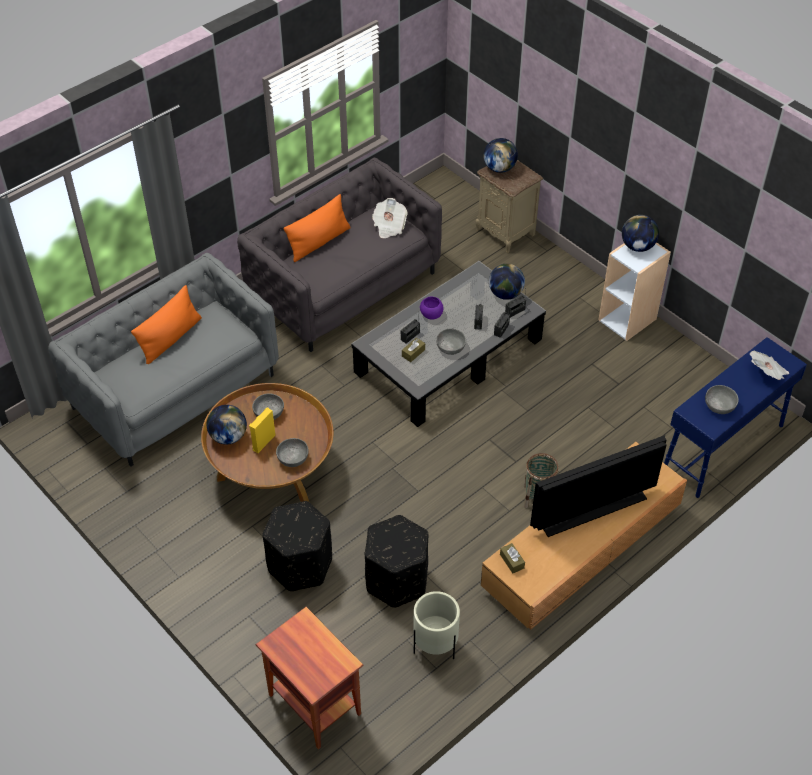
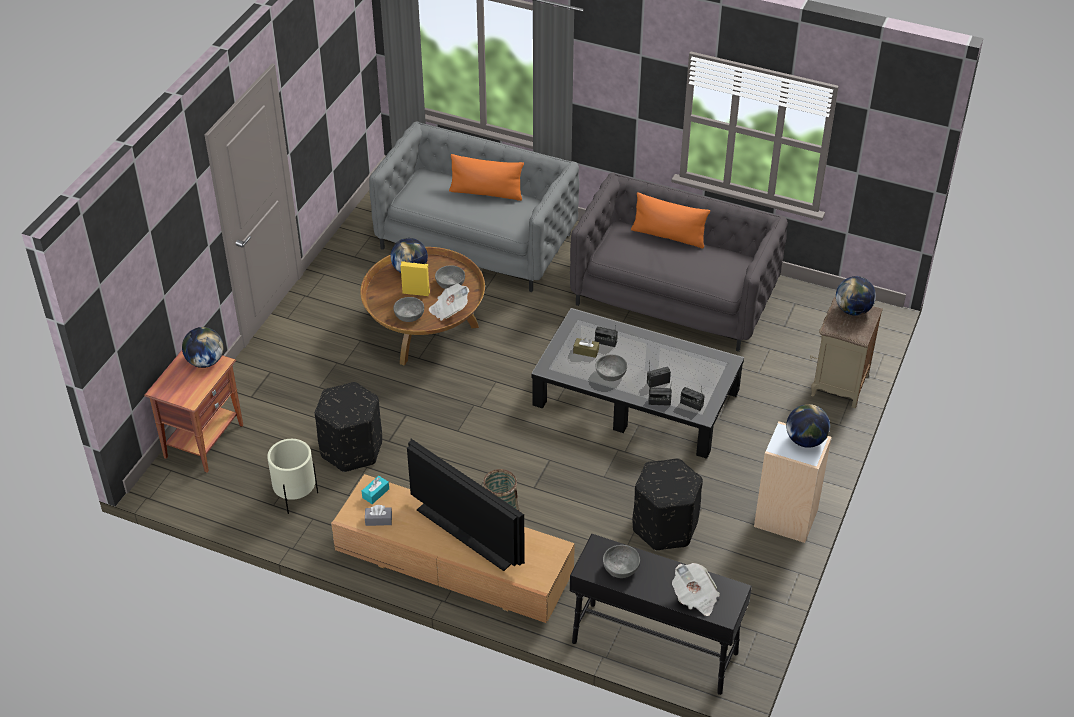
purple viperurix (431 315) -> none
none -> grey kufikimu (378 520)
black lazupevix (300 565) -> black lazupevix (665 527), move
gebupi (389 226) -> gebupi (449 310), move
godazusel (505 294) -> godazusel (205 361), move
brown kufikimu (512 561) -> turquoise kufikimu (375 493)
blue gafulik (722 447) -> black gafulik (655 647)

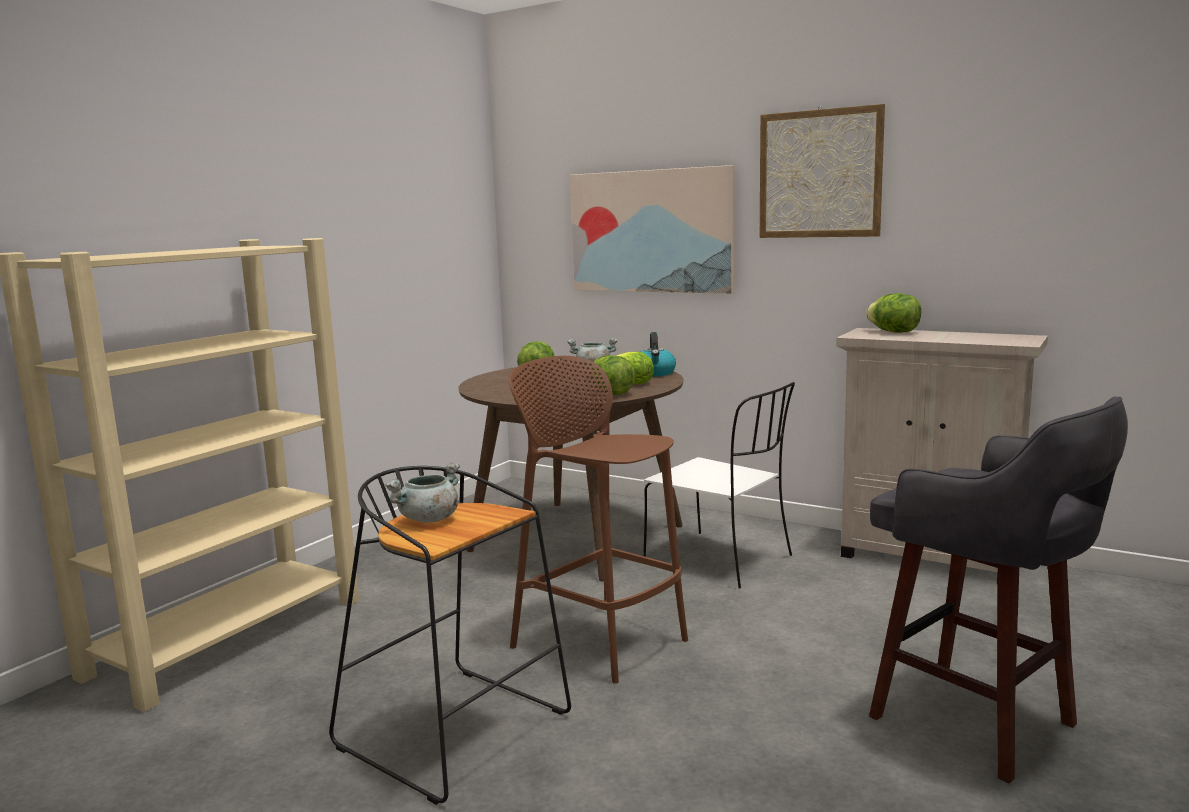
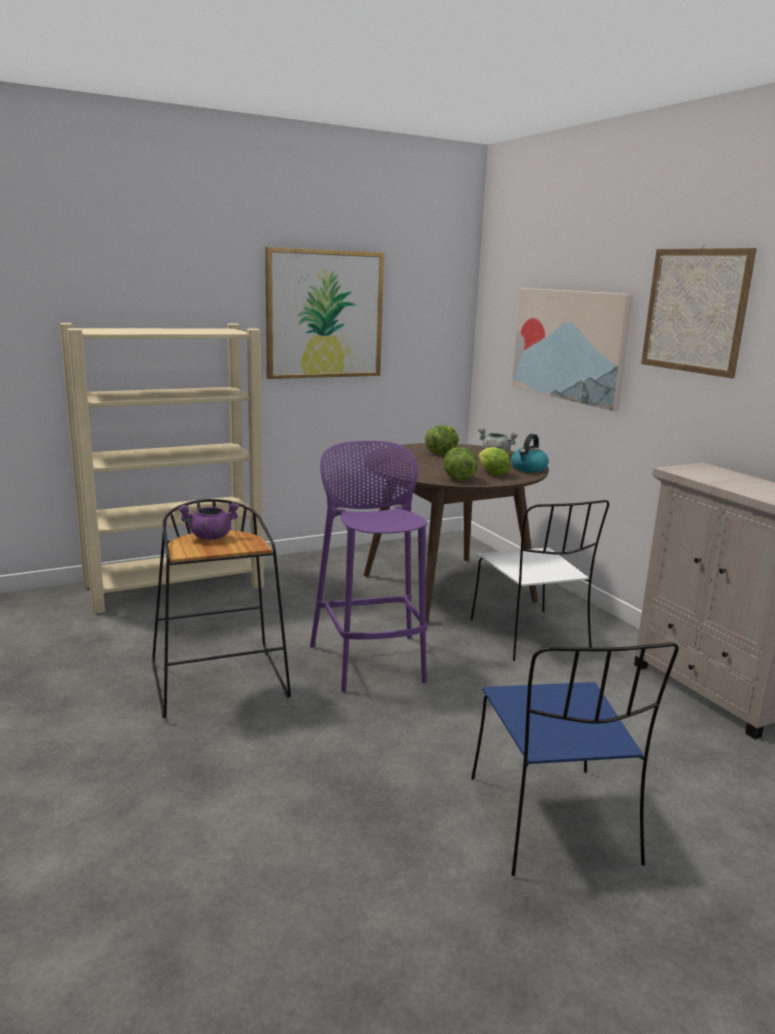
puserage (894 332) -> none
none -> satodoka (324 314)
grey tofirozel (980 725) -> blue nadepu (554 823)
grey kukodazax (429 519) -> purple kukodazax (210 537)
brown tofirozel (601 639) -> purple tofirozel (371 661)

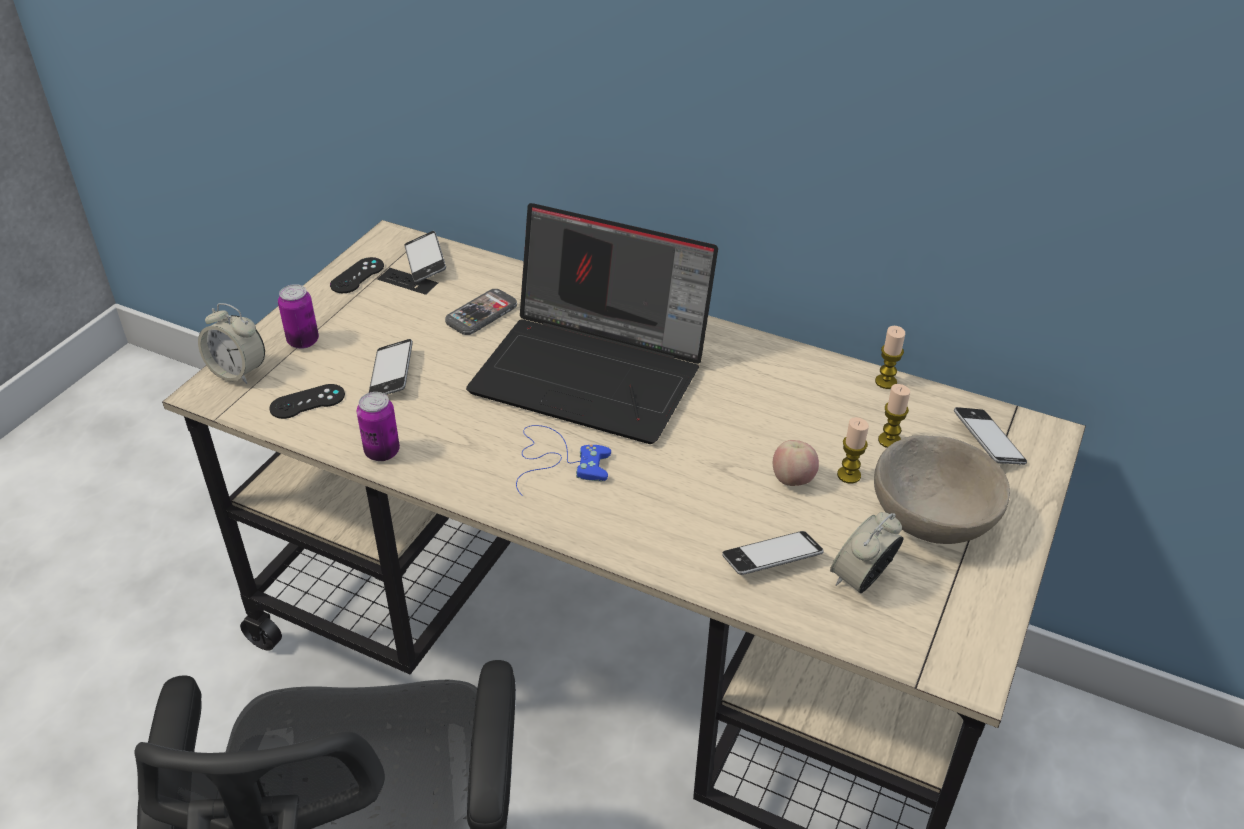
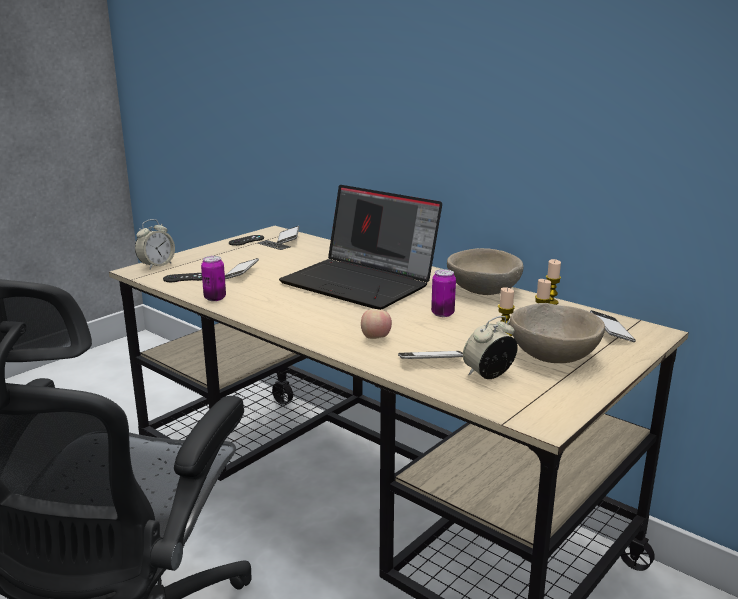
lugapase (481 314) -> none
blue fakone (557 459) -> none
none -> beige viperurix (482 291)
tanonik (303 341) -> tanonik (442 313), move
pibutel (792 480) -> pibutel (376 338), move
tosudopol (238 372) -> tosudopol (156 265), 90 degrees counterclockwise

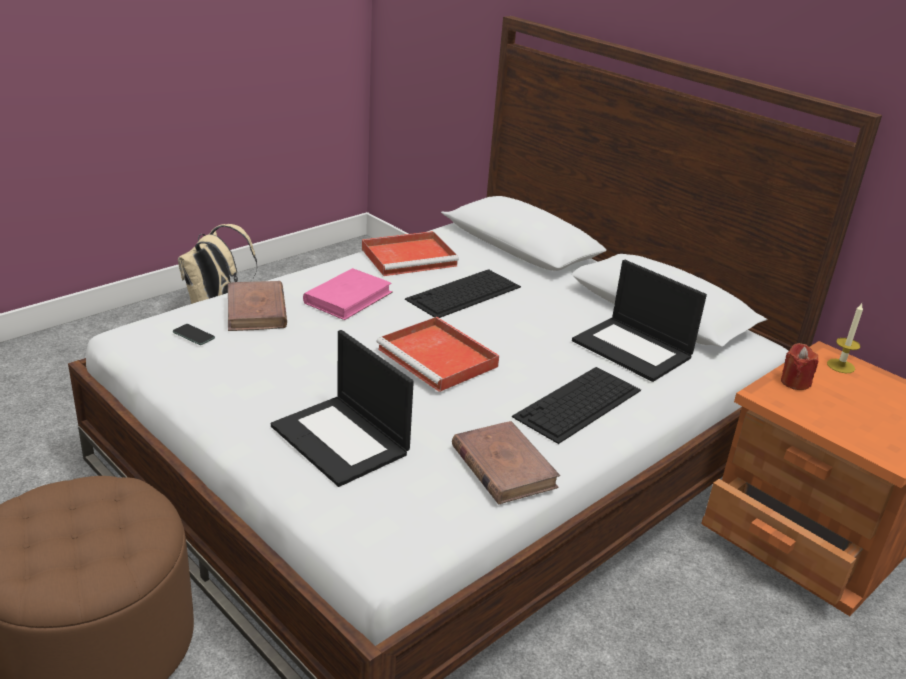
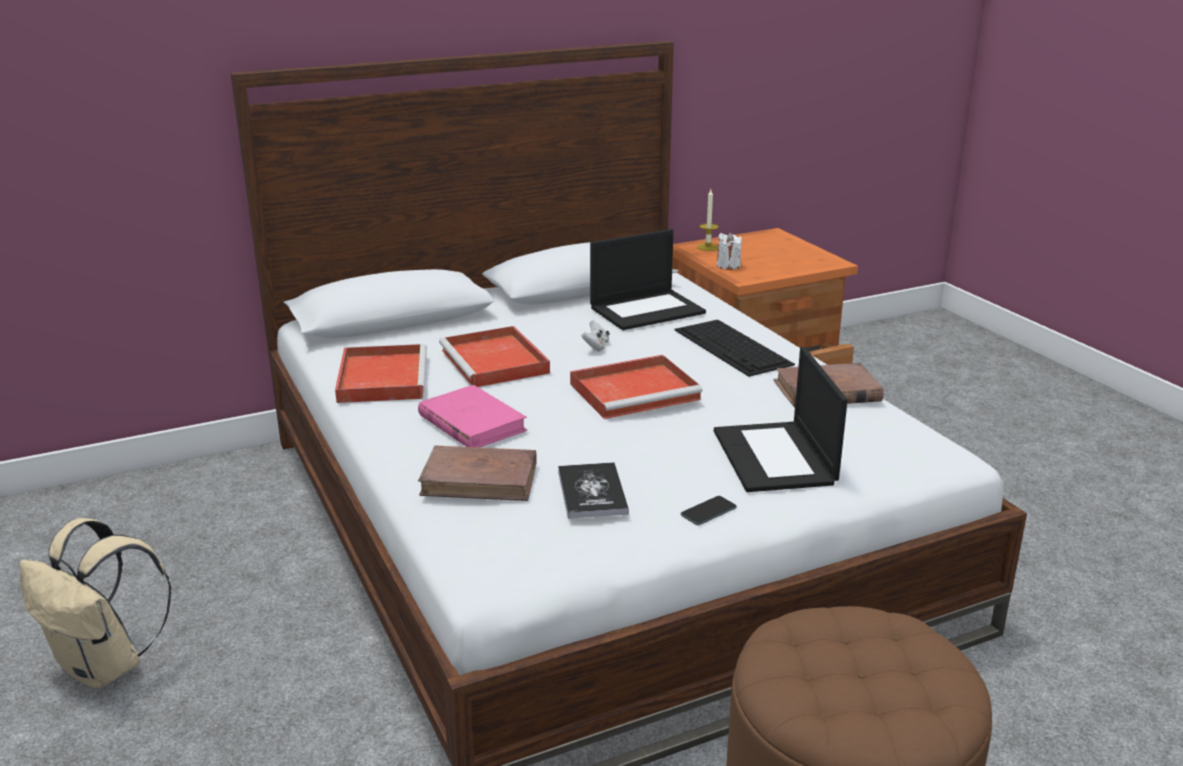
none -> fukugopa (592 492)
none -> white fakone (596 346)
lugapase (193 335) -> lugapase (708 511), move
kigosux (463 293) -> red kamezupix (496 362)
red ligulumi (795 382) -> white ligulumi (728 265)
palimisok (342 440) -> palimisok (775 458), 105 degrees clockwise

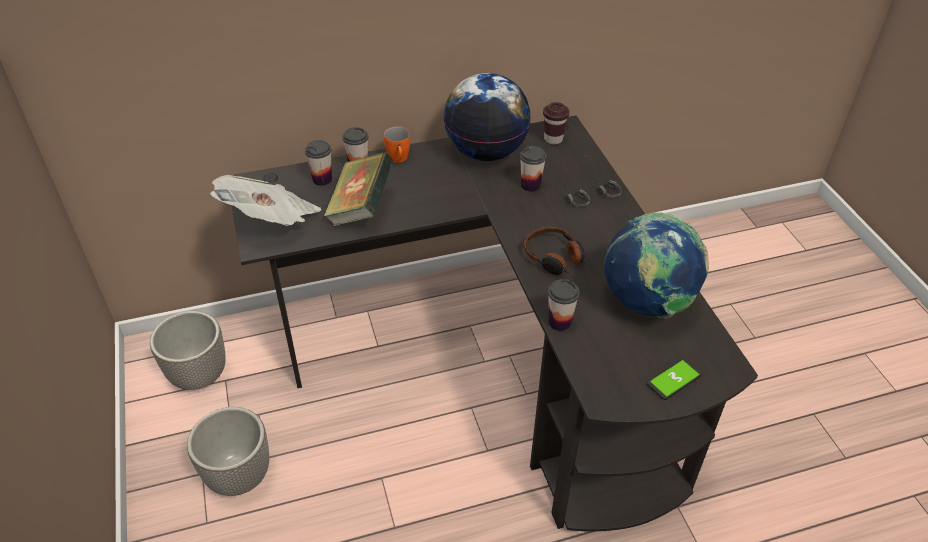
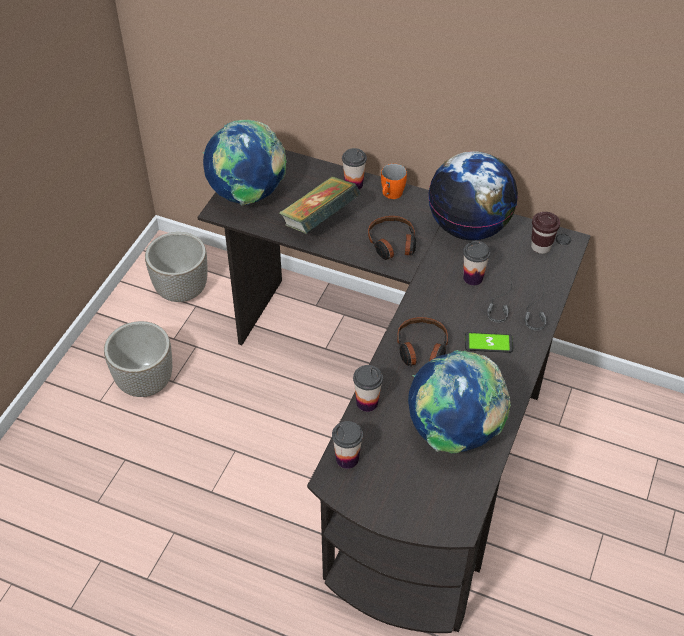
none -> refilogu (392 244)
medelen (322 179) -> medelen (347 459), move
lugapase (674 380) -> lugapase (488 343), move
gebupi (271 220) -> godazusel (248 195)

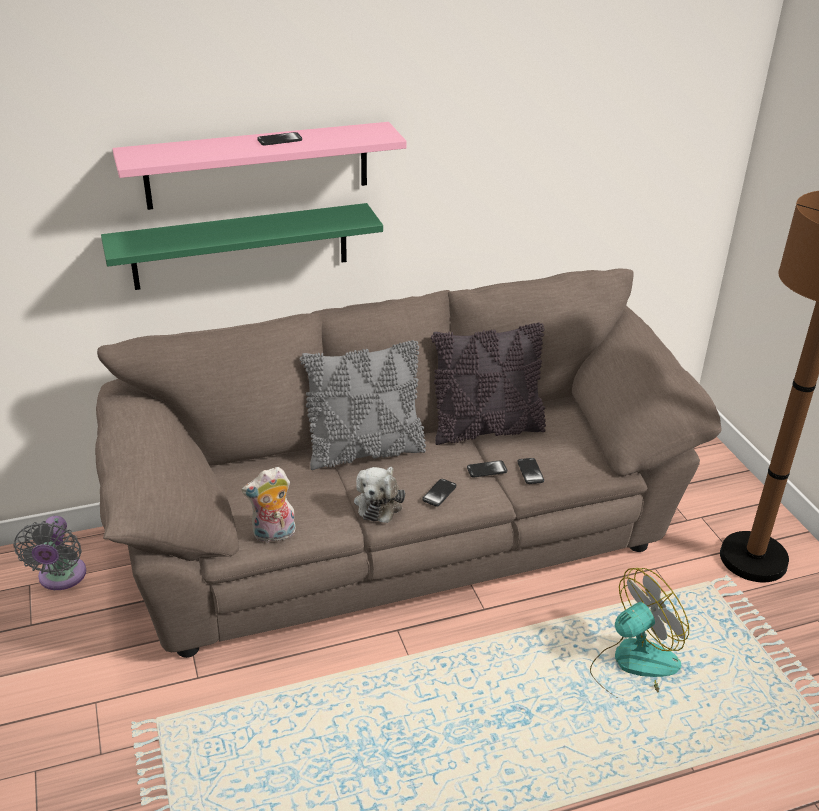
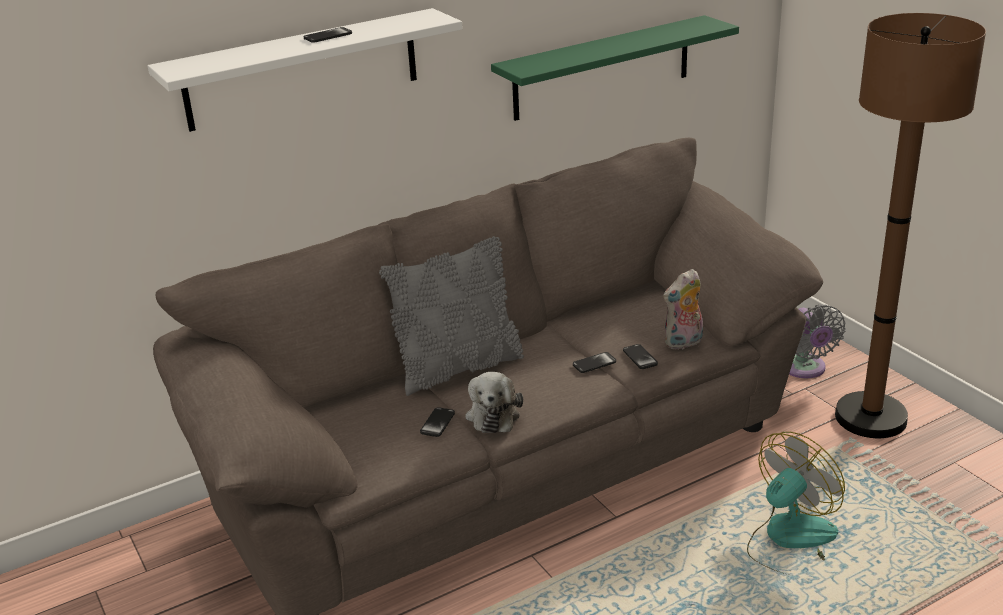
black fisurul (486 429) -> none
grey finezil (61 578) -> grey finezil (805 369), move
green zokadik (241 246) -> green zokadik (602 68), move
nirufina (273 535) -> nirufina (683 343), move
lugapase (439 493) -> lugapase (437 423), move
pink zokadik (258 165) -> white zokadik (302 69)

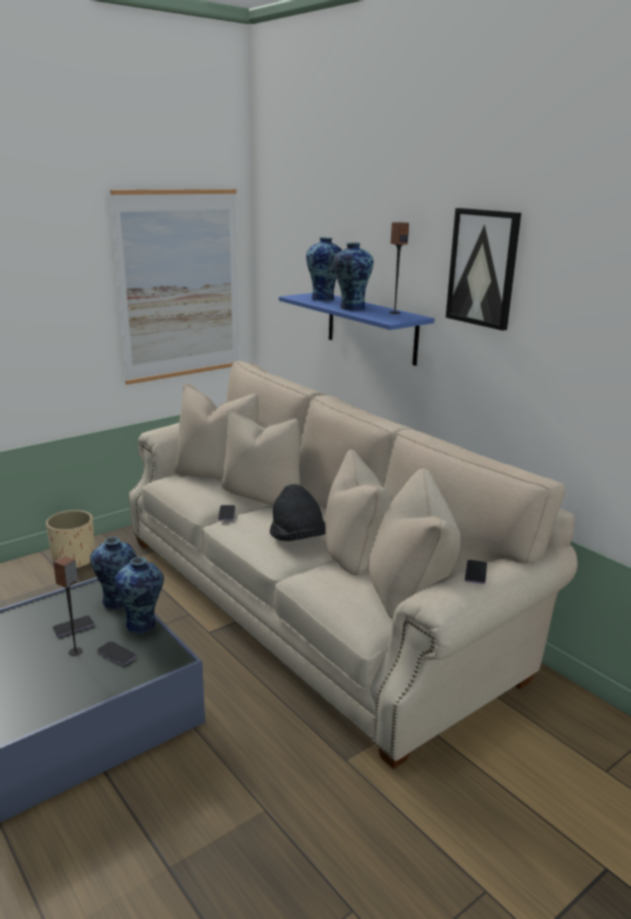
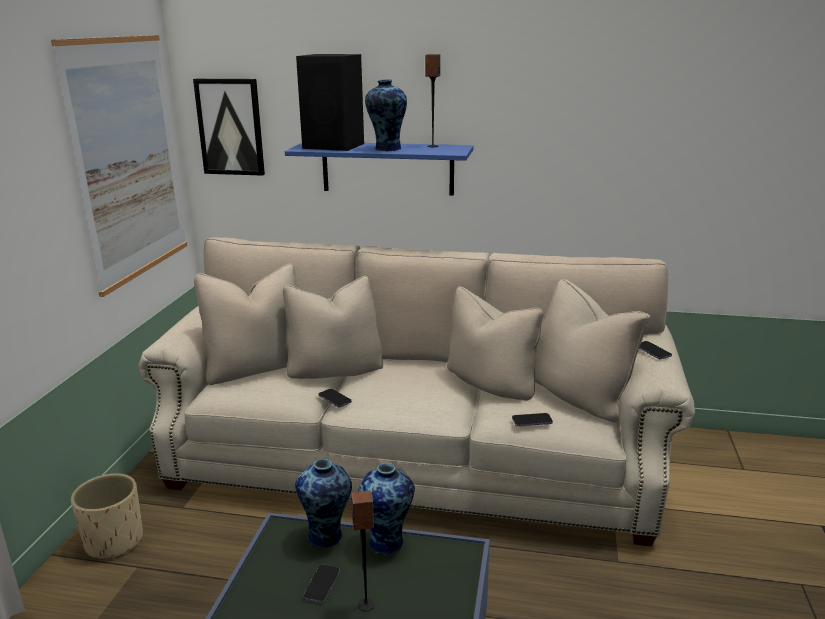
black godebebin (297 539) -> none
lugapase (116 654) -> lugapase (532 421), move
satodoka (483 268) -> satodoka (230 127), move
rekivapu (324 299) -> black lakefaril (335 146)

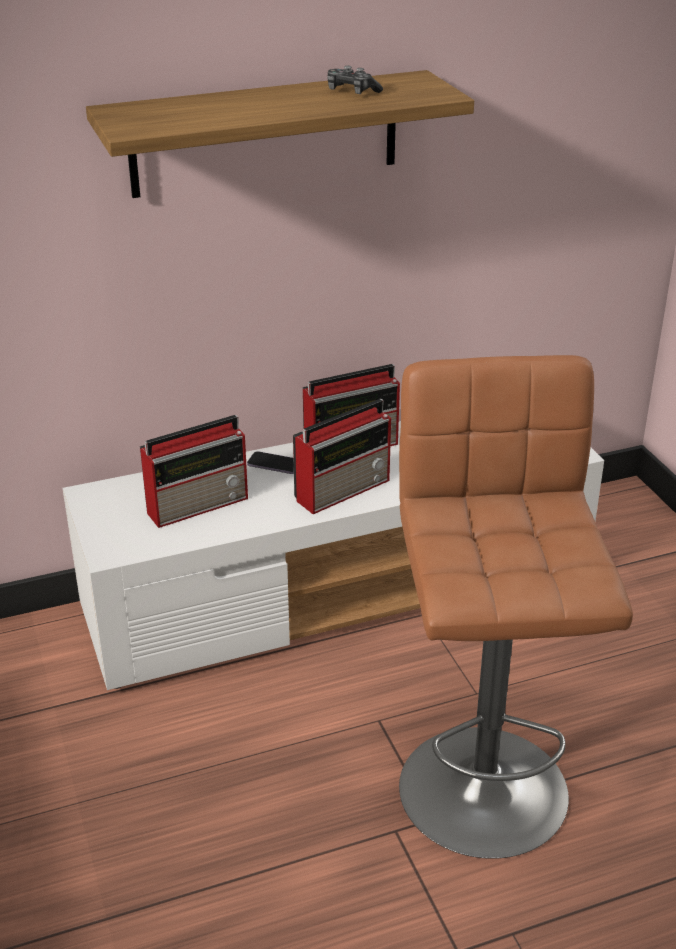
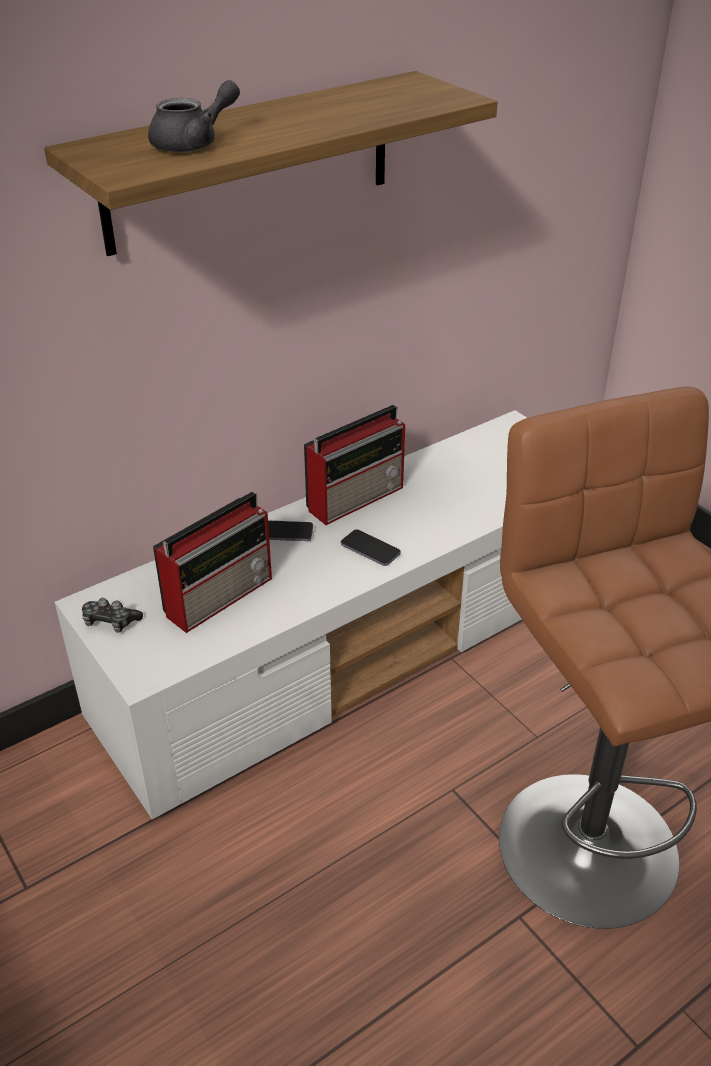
none -> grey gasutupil (194 144)
fakone (351 92) -> fakone (110 622), move
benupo (344 489) -> lugapase (370 549)

